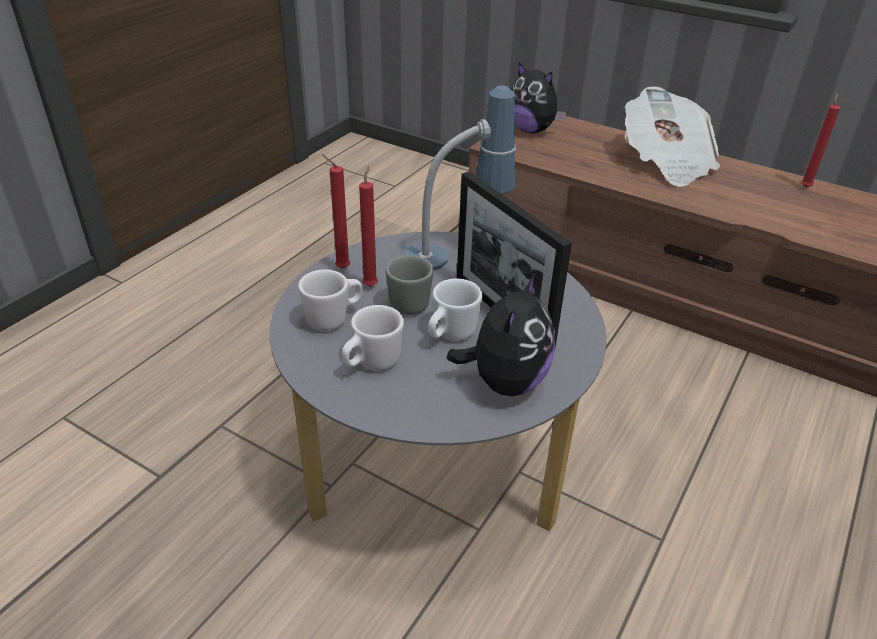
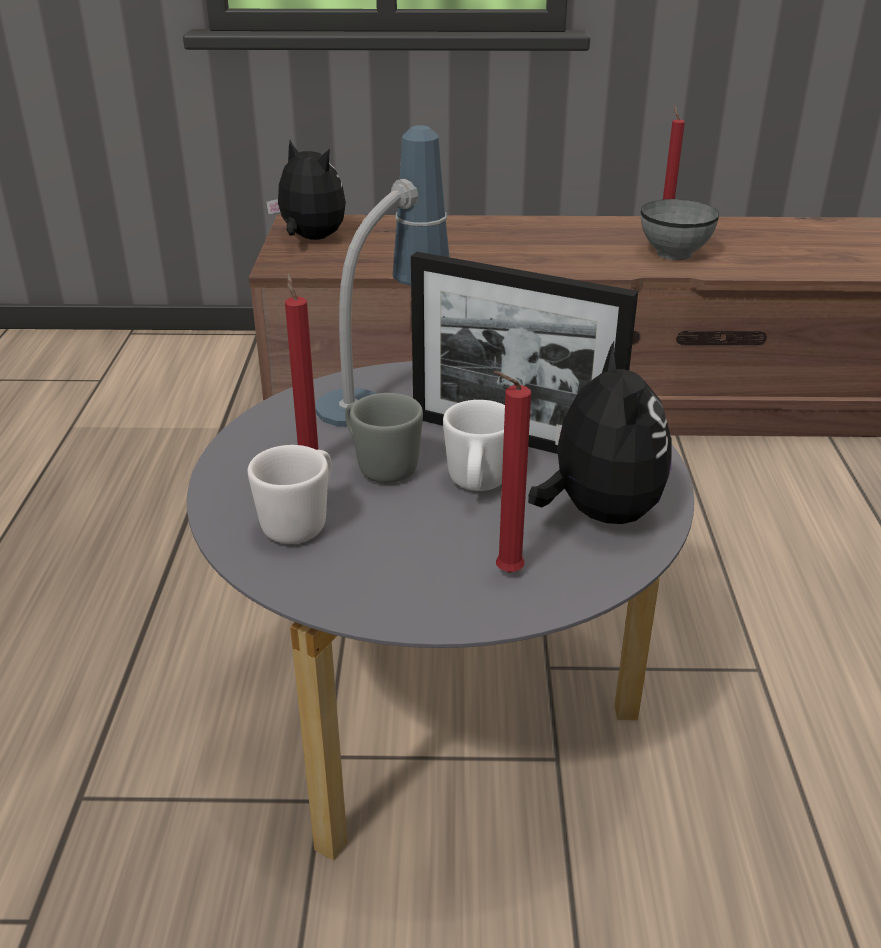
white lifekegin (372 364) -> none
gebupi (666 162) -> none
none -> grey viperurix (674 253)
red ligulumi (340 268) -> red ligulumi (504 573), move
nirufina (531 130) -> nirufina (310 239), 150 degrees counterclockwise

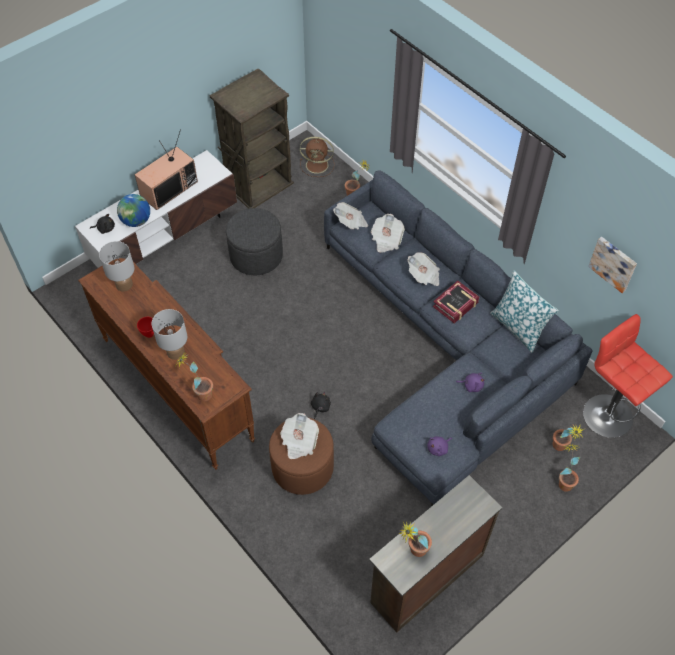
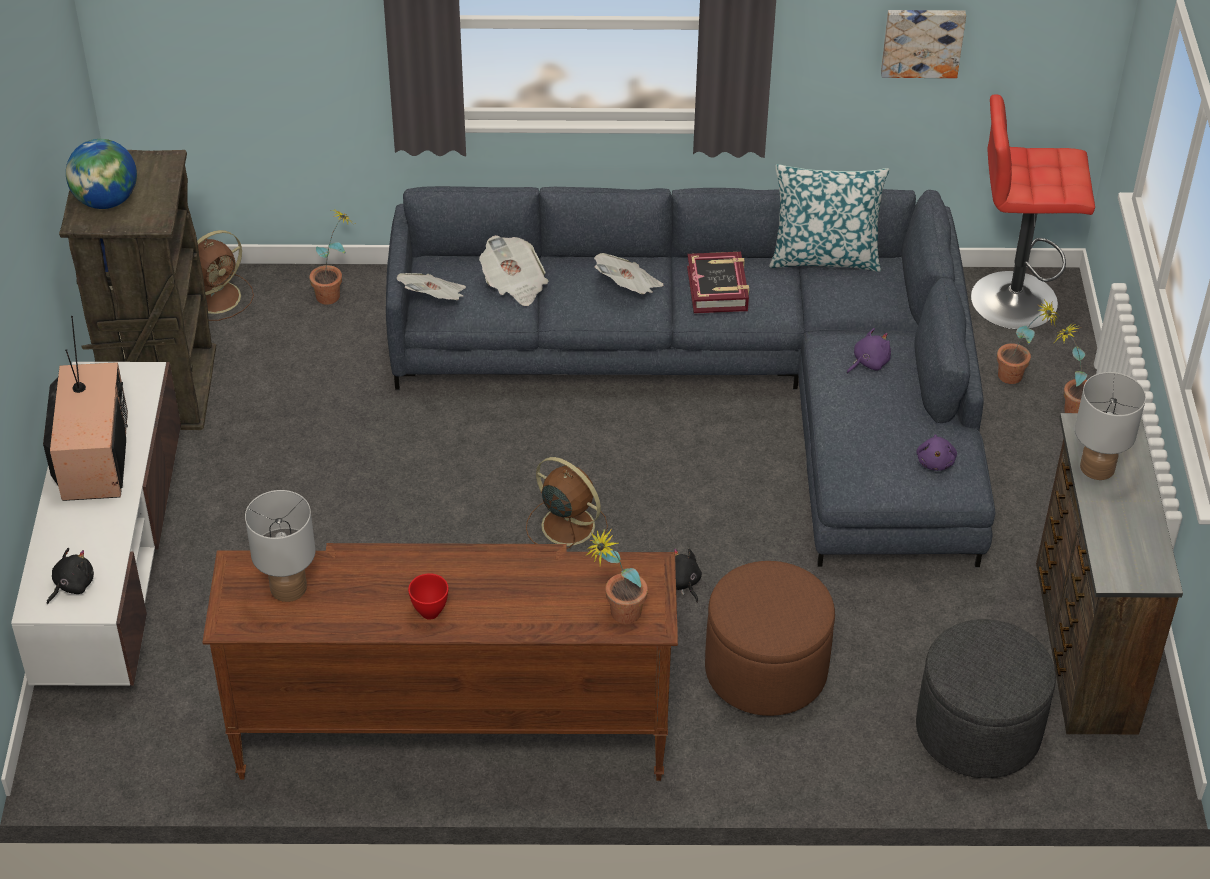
gebupi (299 442) -> none
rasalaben (413 551) -> none
none -> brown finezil (566 524)
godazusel (136 221) -> godazusel (106 201), move
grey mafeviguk (175 352) -> grey mafeviguk (1097 468), move
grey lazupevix (256 255) -> grey lazupevix (978 730), move

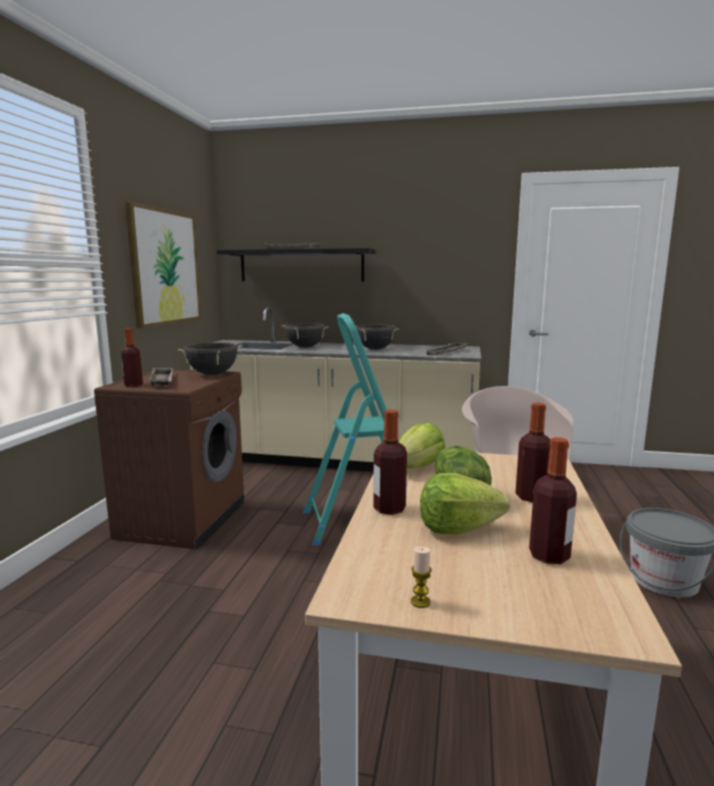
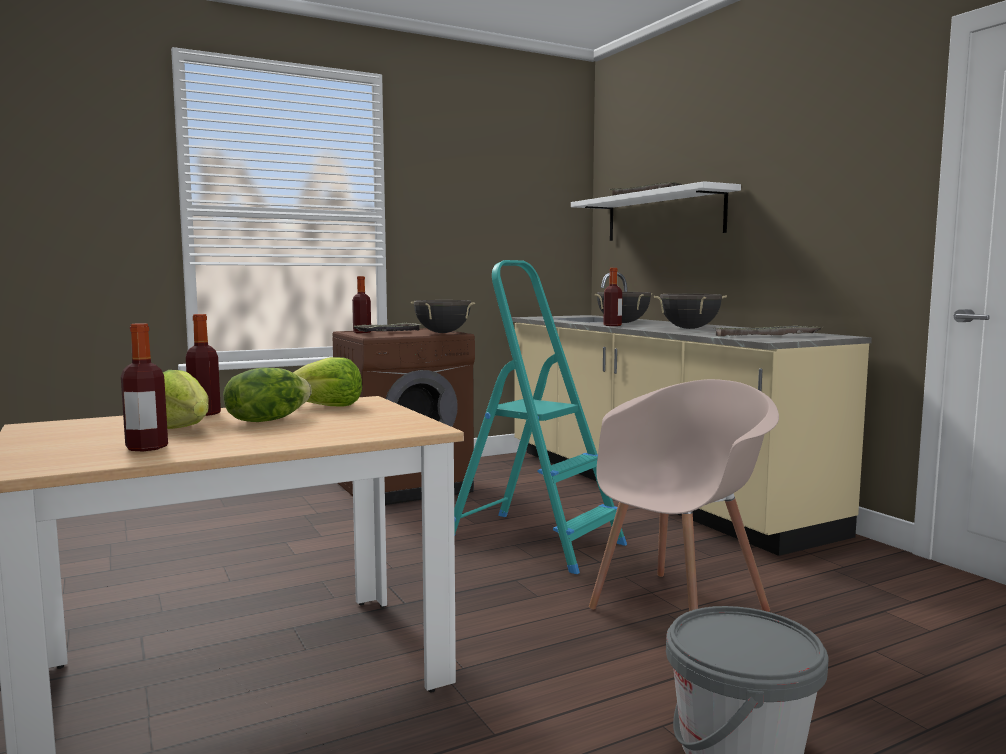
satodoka (165 267) -> none
ligulumi (420 602) -> none
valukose (531 497) -> valukose (612 325), move
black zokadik (301 266) -> white zokadik (663 216)

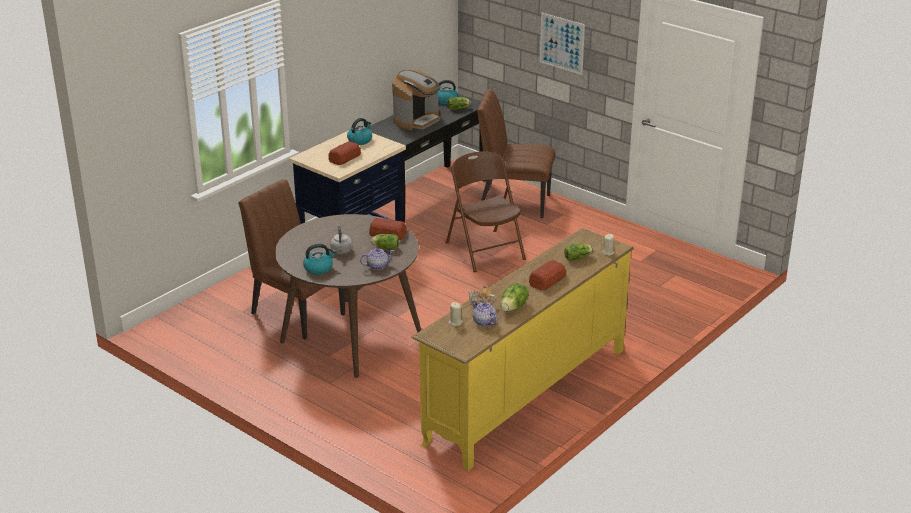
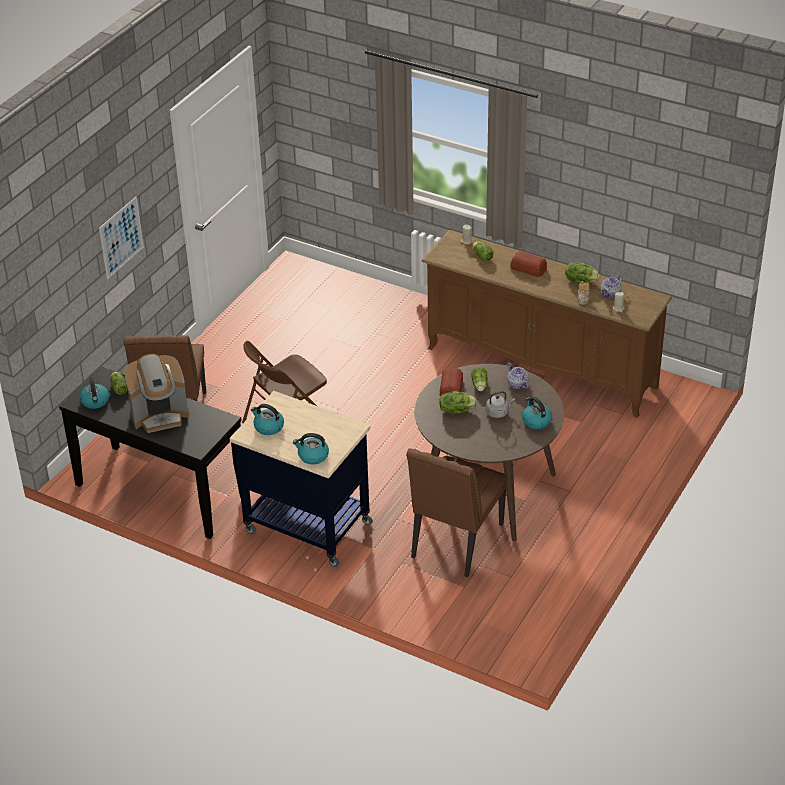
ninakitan (344 158) -> none
none -> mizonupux (312 456)
none -> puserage (456 410)
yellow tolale (525 395) -> brown tolale (540 368)
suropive (417 120) -> suropive (160 415), 135 degrees clockwise

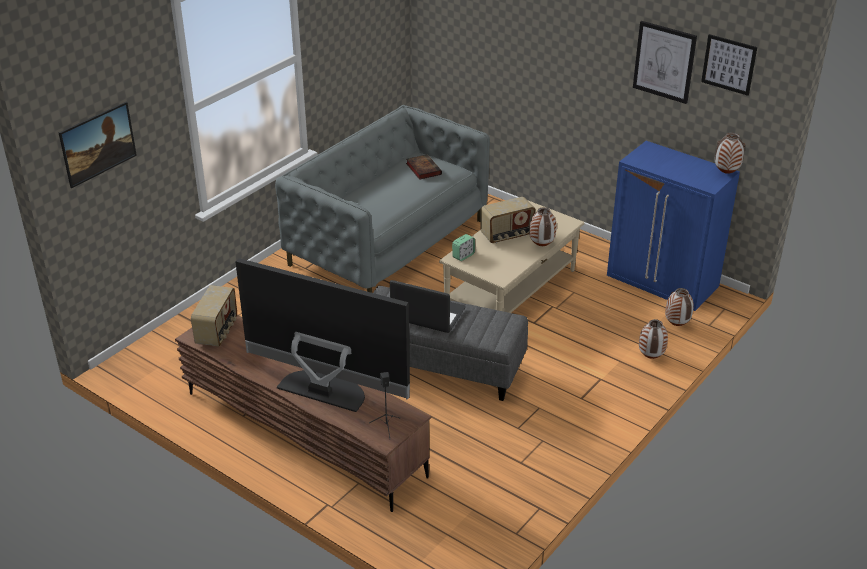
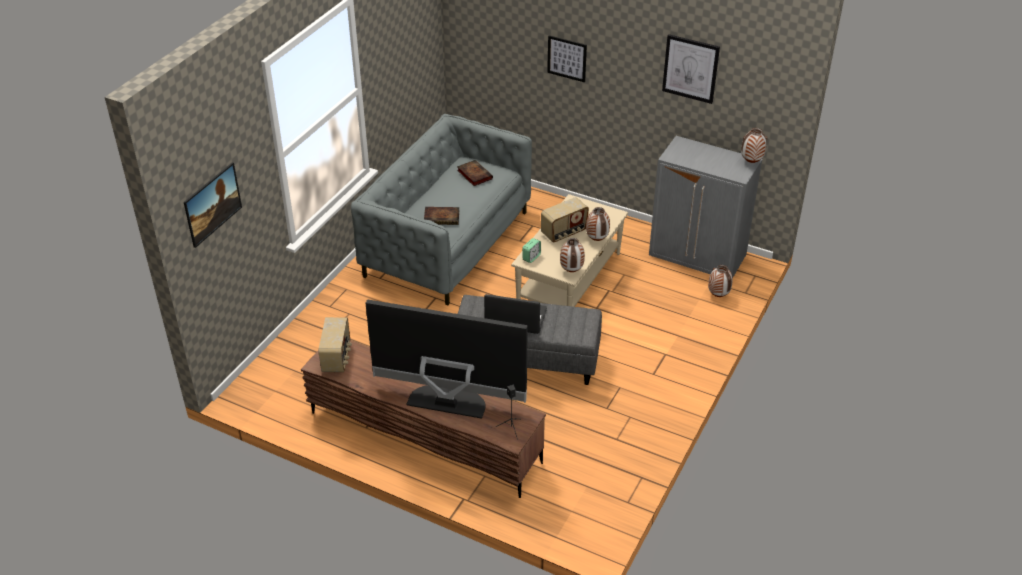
none -> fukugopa (442 217)
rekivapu (651 357) -> rekivapu (572 271), move
satodoka (729 64) -> satodoka (567 58), move
blue tolale (663 281) -> grey tolale (698 255)

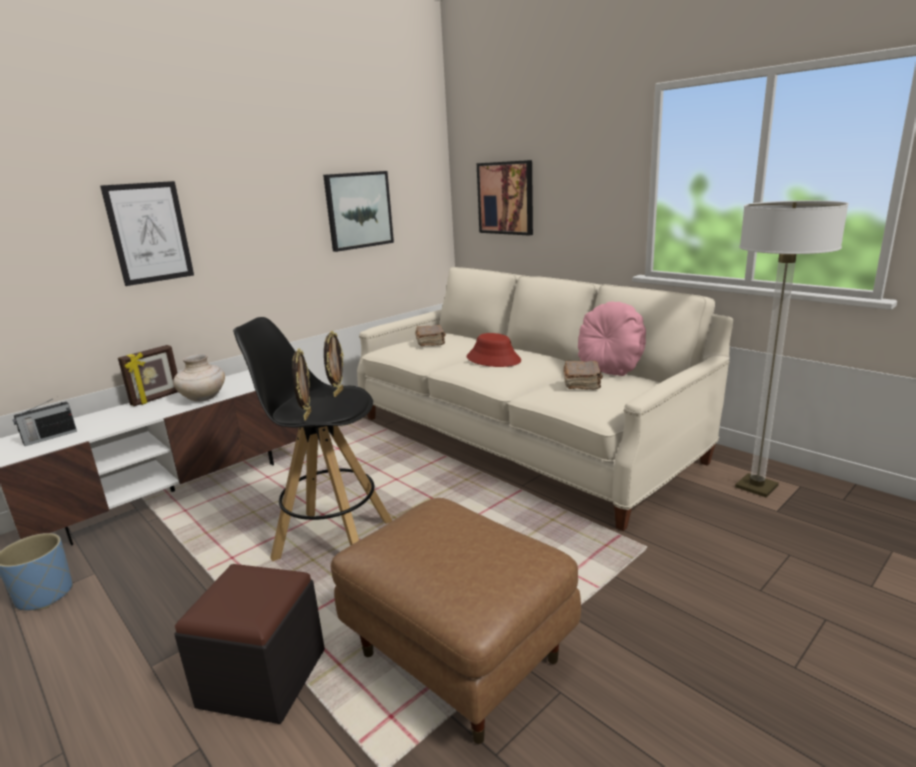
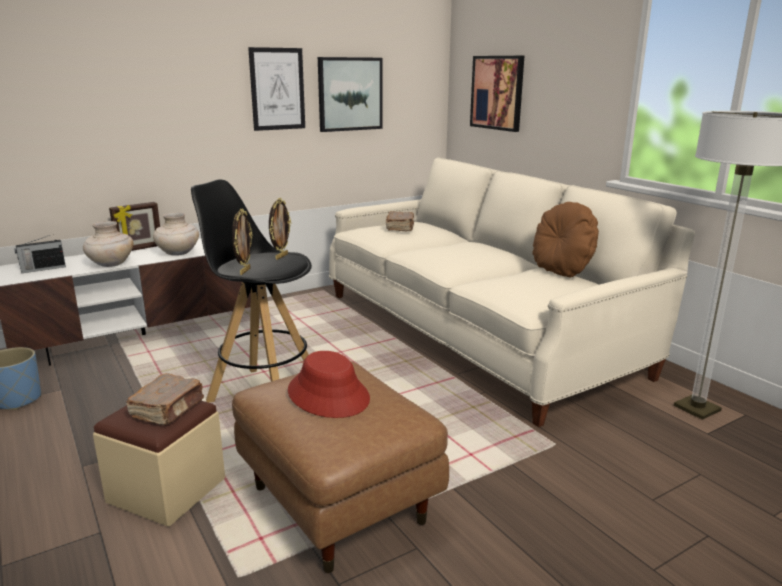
none -> beige rekivapu (111 264)
satodoka (149 233) -> satodoka (277 89), move
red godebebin (493 359) -> red godebebin (329 395), move
brown fukugopa (582 383) -> brown fukugopa (168 409), move
black lazupevix (262 677) -> beige lazupevix (167 490)
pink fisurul (609 371) -> brown fisurul (561 272)

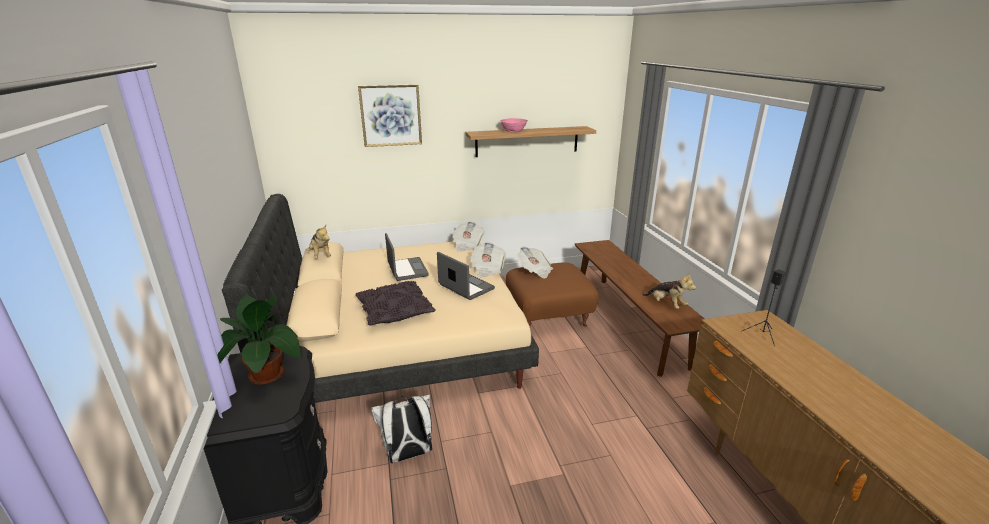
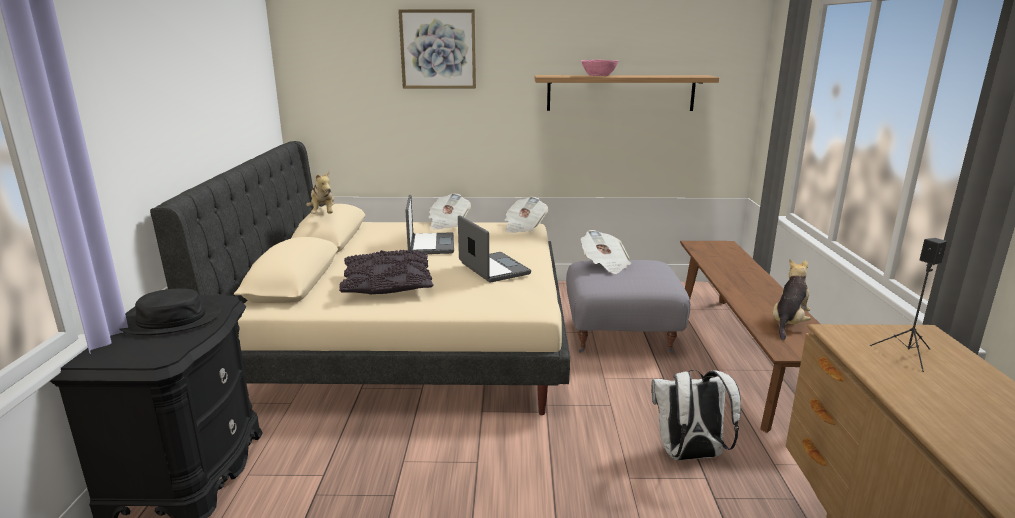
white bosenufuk (408 455) -> white bosenufuk (689 455), move
gebupi (487 269) -> gebupi (448 223), move
rasalaben (266 375) -> black godebebin (172 319)
brown lazupevix (547 318) -> grey lazupevix (620 336)
nirufina (666 304) -> nirufina (788 323), 120 degrees counterclockwise

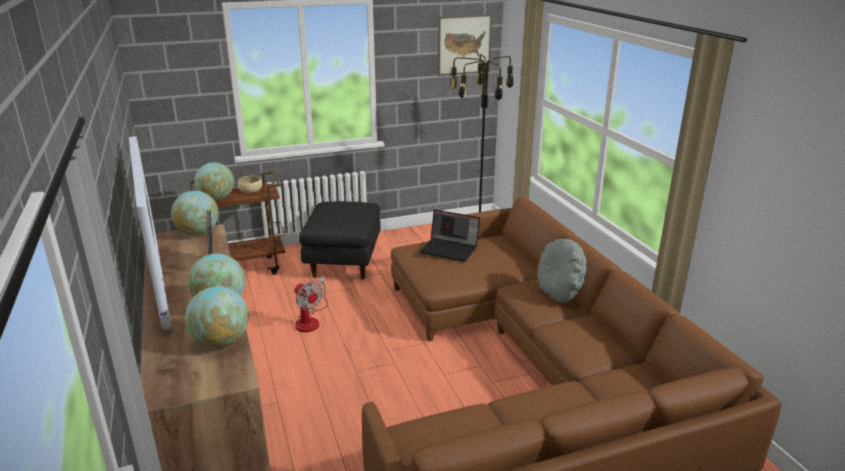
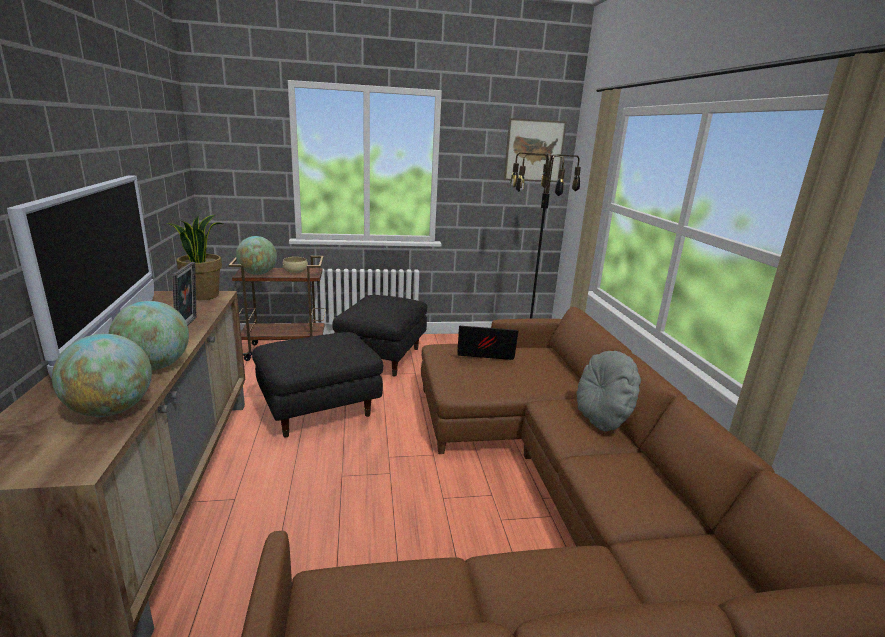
godazusel (198 233) -> rasalaben (203 295)
finezil (310 320) -> black lazupevix (320 410)
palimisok (450 249) -> palimisok (484 353), 150 degrees clockwise

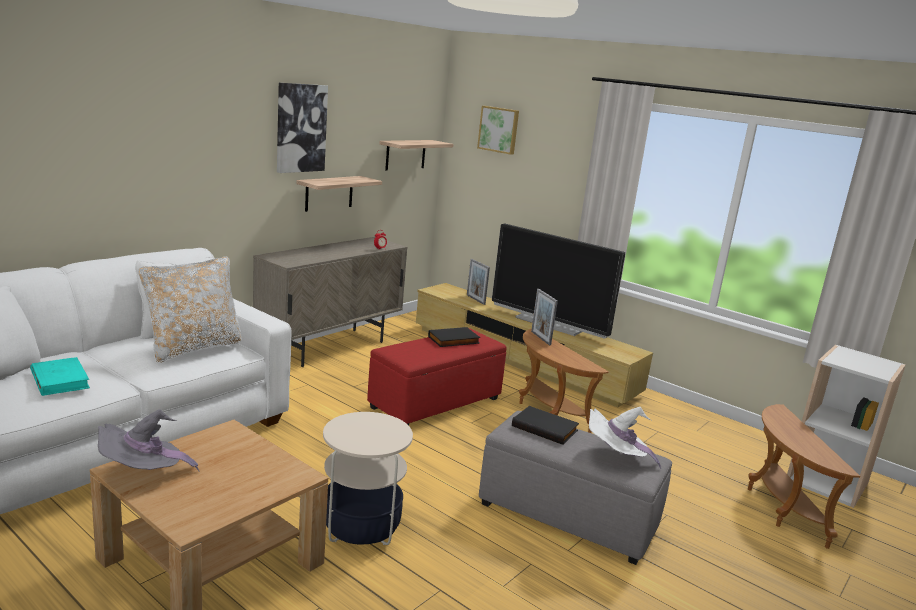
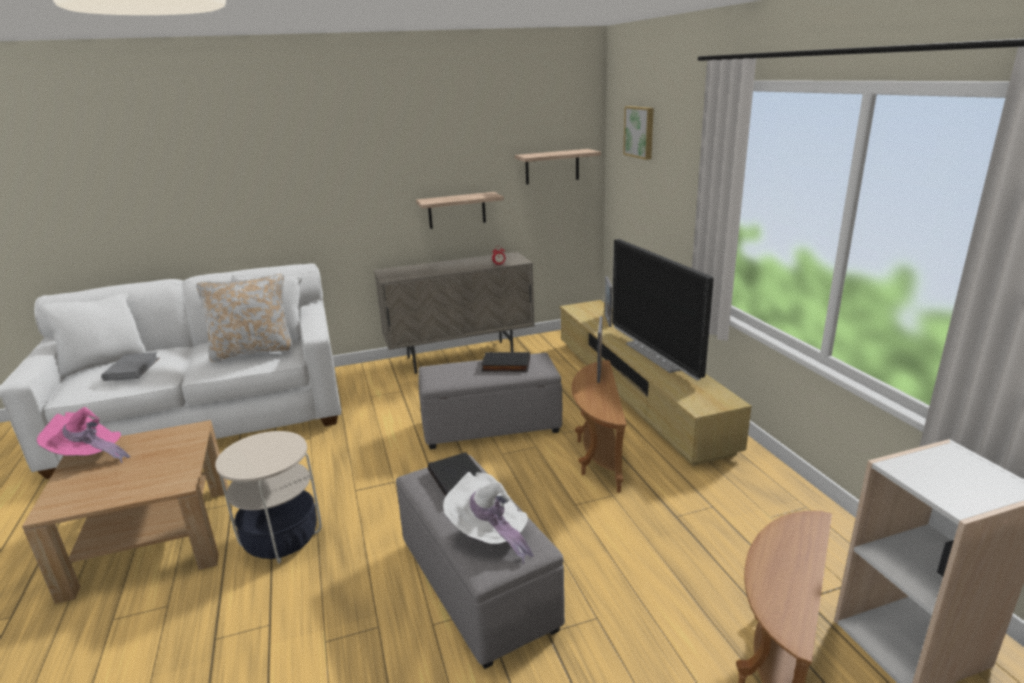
satodoka (300 128) -> none
turquoise fukugopa (60 380) -> grey fukugopa (132 369)
grey godebebin (144 474) -> pink godebebin (89 457)
red lazupevix (434 403) -> grey lazupevix (490 427)

